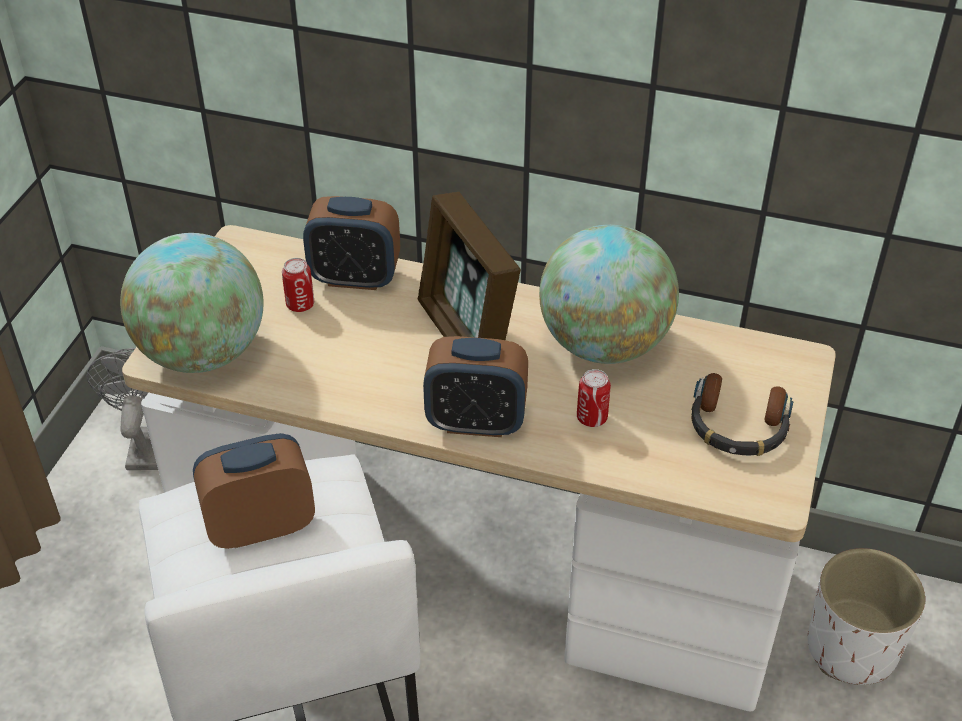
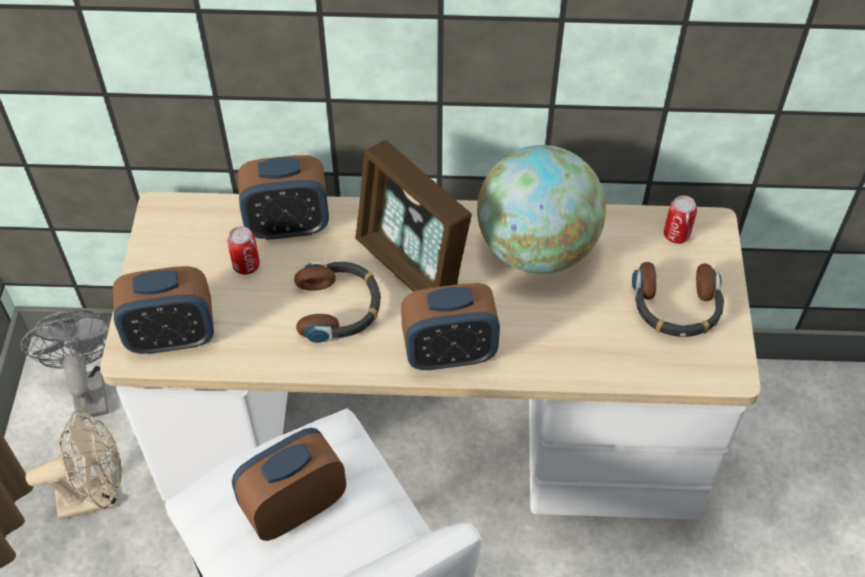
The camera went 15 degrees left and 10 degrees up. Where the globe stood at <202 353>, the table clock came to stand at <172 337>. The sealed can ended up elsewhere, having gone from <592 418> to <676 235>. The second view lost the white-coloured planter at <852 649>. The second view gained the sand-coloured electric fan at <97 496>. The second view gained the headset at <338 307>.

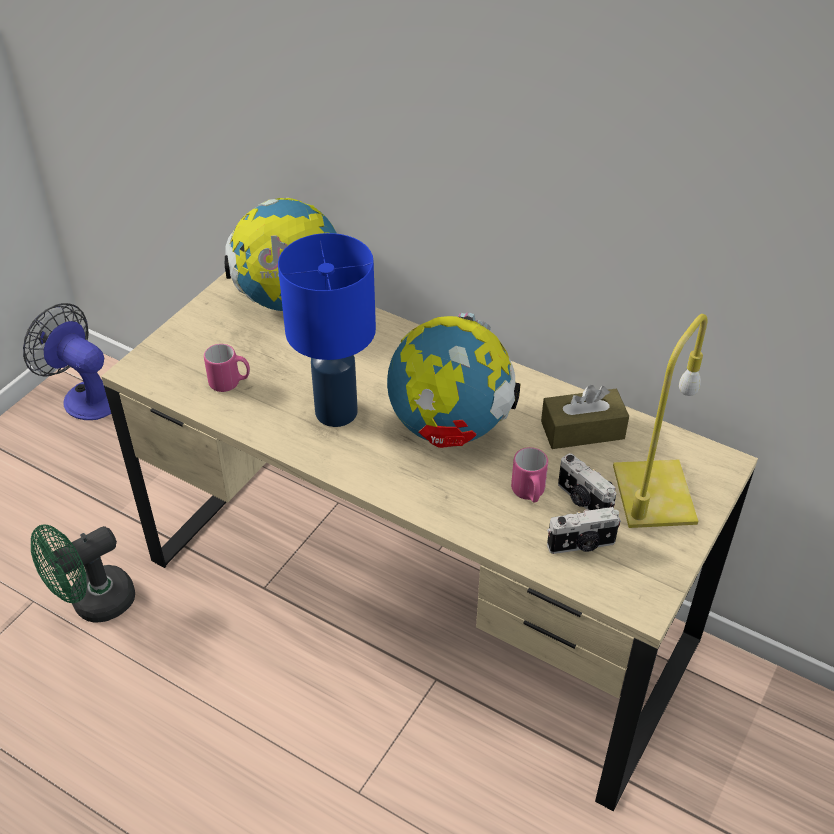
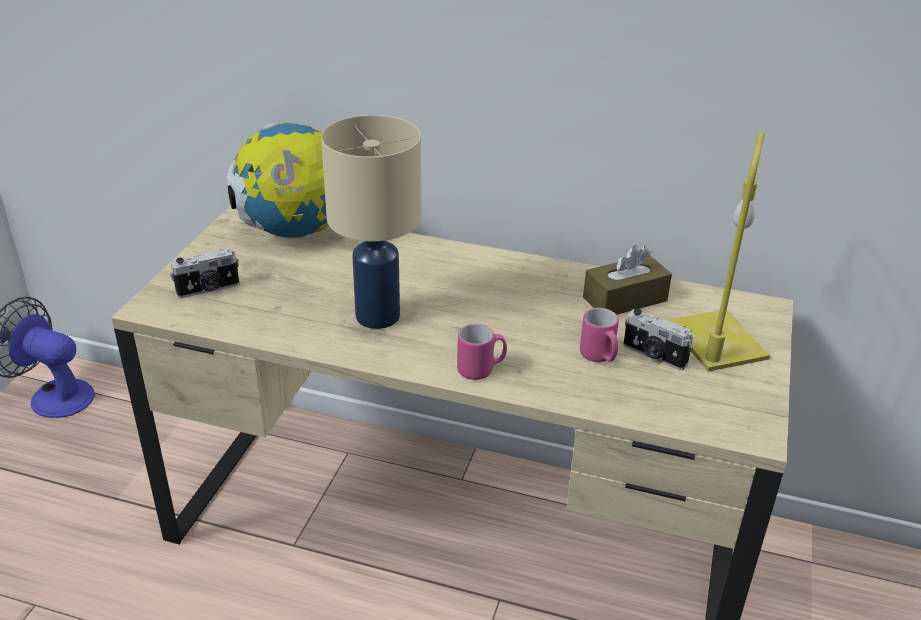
The camera went 15 degrees left and 10 degrees down. The second view lost the greenish electric fan at <93 604>. The pink-coloured coffee mug ended up elsewhere, having gone from <230 383> to <481 369>. What was the blue lamp for a table at <335 411> turned into the sand-coloured lamp for a table at <376 316>. The second view lost the globe at <449 429>. The photo camera ended up elsewhere, having gone from <582 545> to <208 289>.

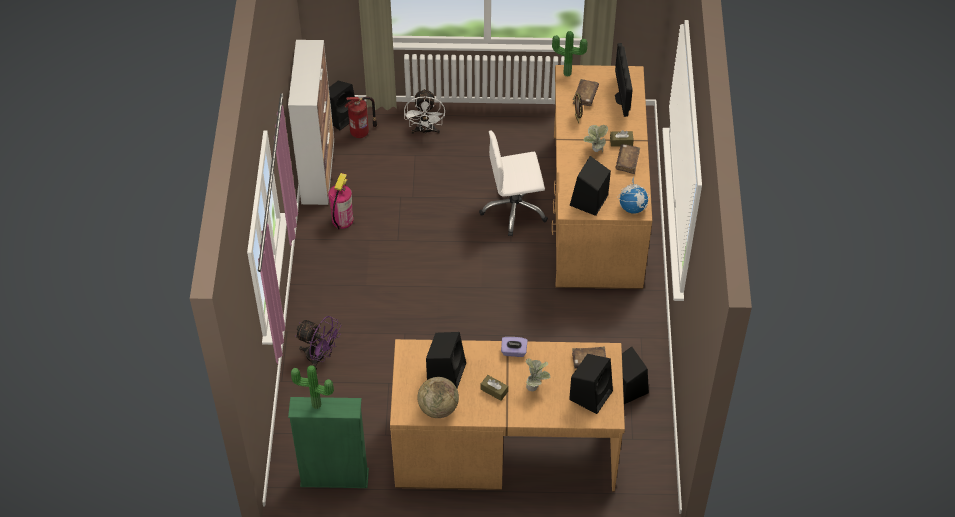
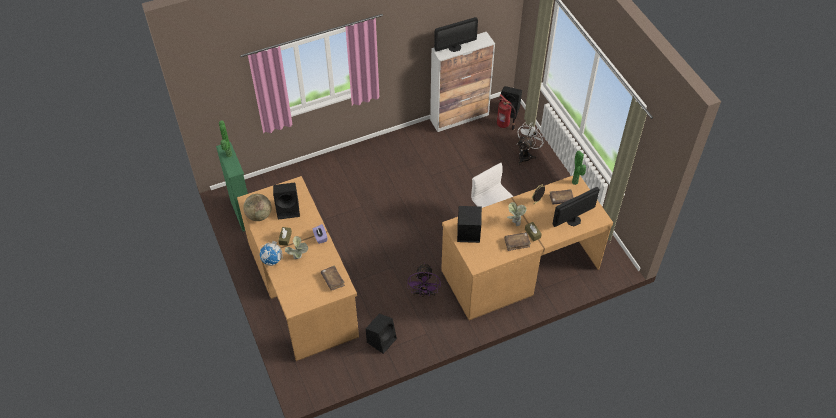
The camera went 65 degrees right and 0 degrees up. The purplish electric fan ended up elsewhere, having gone from <320 357> to <423 293>. The second view lost the fire-fighting cylinder at <342 220>. The white-coloured electric fan at <425 131> ended up facing another way, 150 degrees clockwise from before. The second view lost the black-coloured speaker at <591 394>. The globe ended up elsewhere, having gone from <632 207> to <272 260>. The second view gained the computer display at <454 47>.

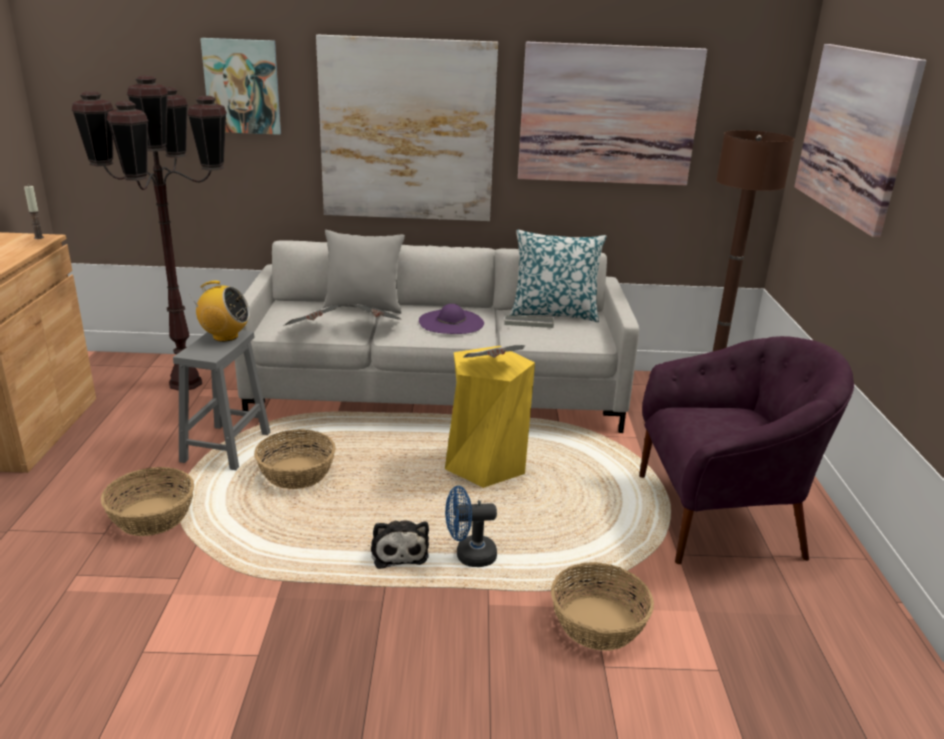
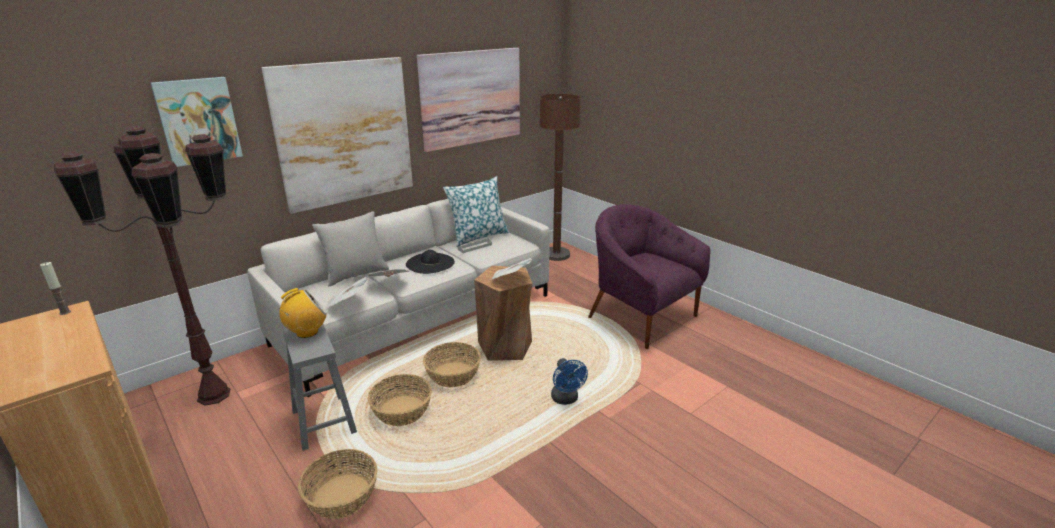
The camera went 40 degrees left and 0 degrees up. The second view lost the soft toy at <399 551>. What was the purplish clothing hat at <451 322> turned into the black-coloured clothing hat at <430 263>. What was the yellow-coloured sitting stool at <485 465> turned into the brown-coloured sitting stool at <505 347>. The blue electric fan at <469 555> ended up facing another way, 60 degrees counterclockwise from before. The basket ended up elsewhere, having gone from <598 623> to <453 374>. The purplish easy chair at <720 516> ended up facing another way, 90 degrees counterclockwise from before. The second view lost the wall art at <853 133>.

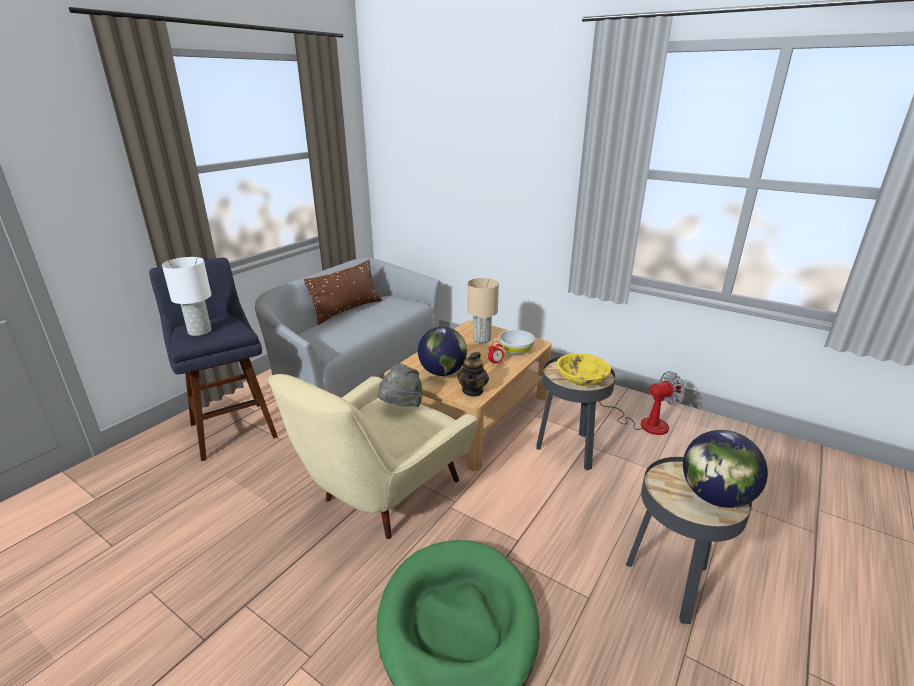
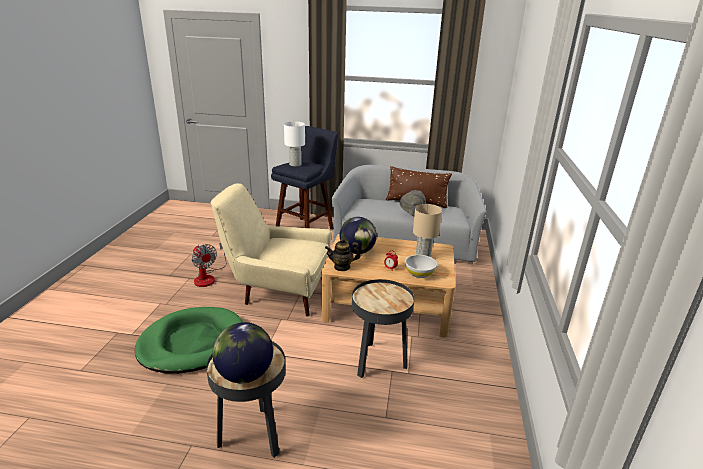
The camera went 65 degrees right and 0 degrees up. The grey clothing hat ended up elsewhere, having gone from <401 407> to <412 215>. The second view lost the yellow-coloured bowl at <581 380>. The electric fan ended up elsewhere, having gone from <643 423> to <208 277>.

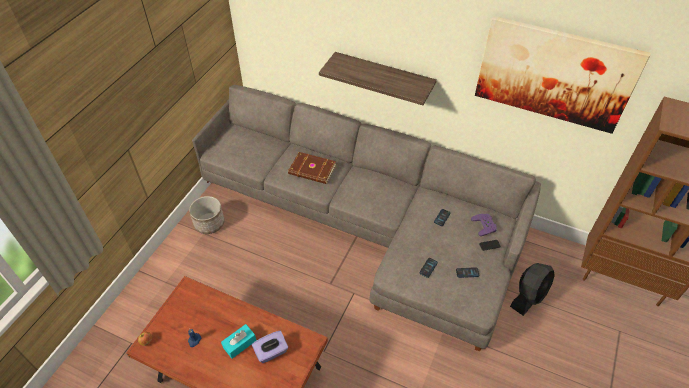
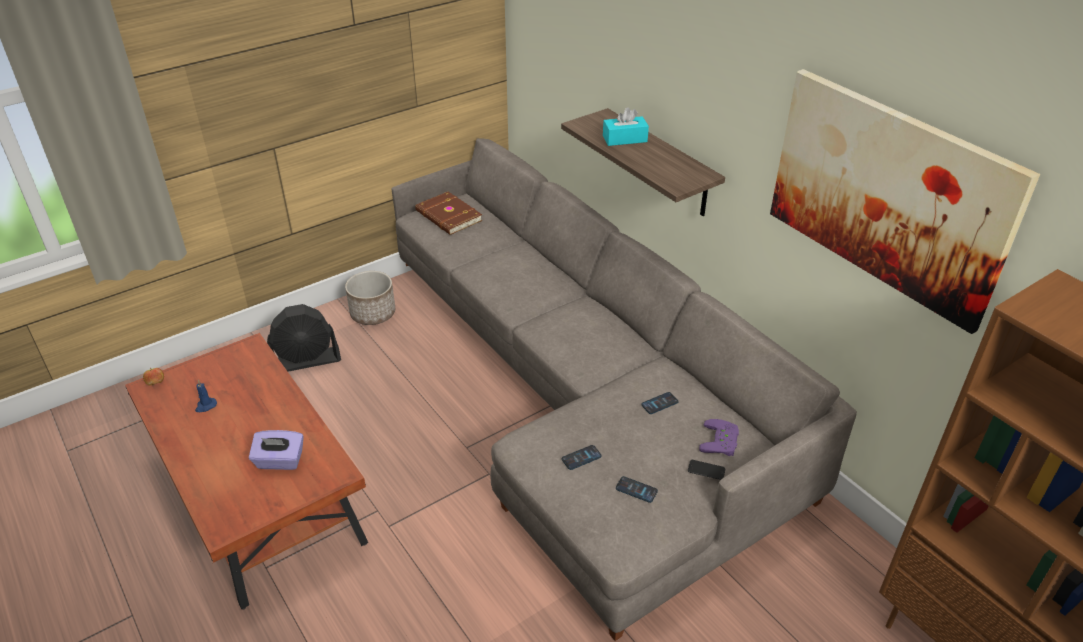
The camera went 30 degrees right and 10 degrees down. The turquoise tissue holder ended up elsewhere, having gone from <239 344> to <624 139>. The brown-coloured book ended up elsewhere, having gone from <312 170> to <448 216>. The black-coloured electric fan ended up elsewhere, having gone from <529 296> to <306 360>.

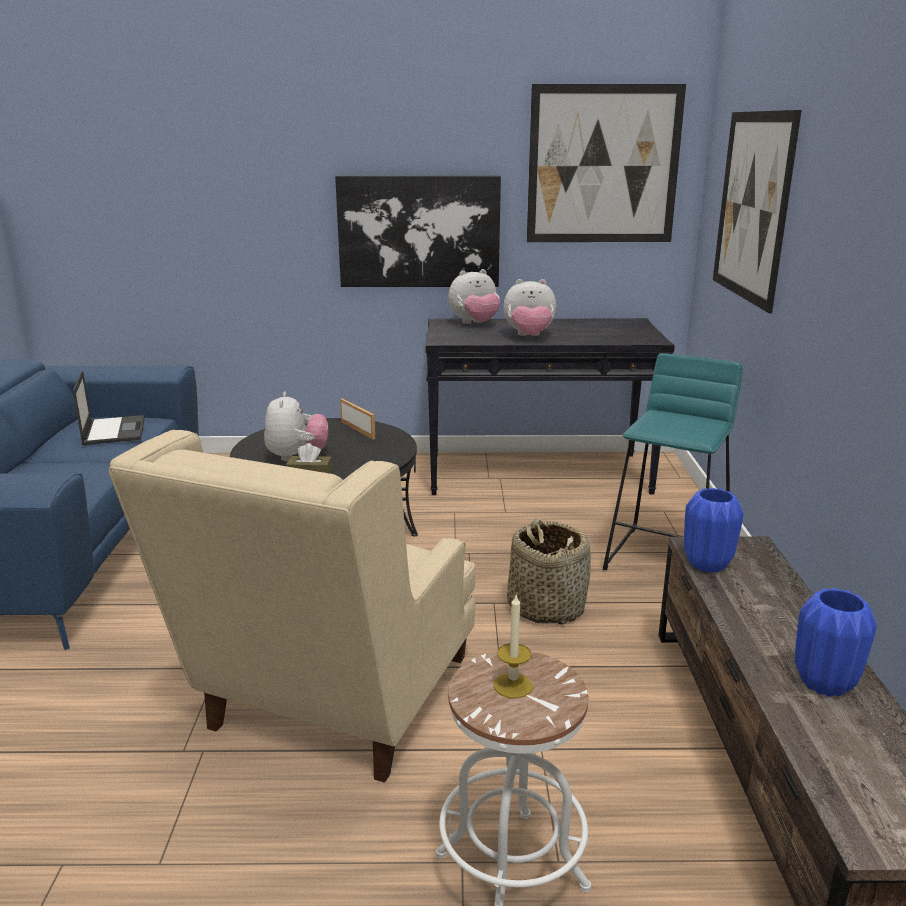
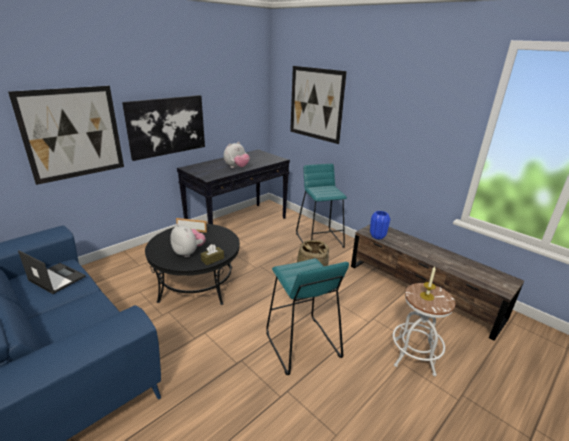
The camera went 45 degrees left and 5 degrees up. Where the sand-coloured easy chair stood at <332 705>, the turquoise sitting stool came to stand at <302 345>. The second view lost the soft toy at <475 324>. The wall art ended up elsewhere, having gone from <603 165> to <73 133>. The second view lost the blue flower vase at <825 684>.

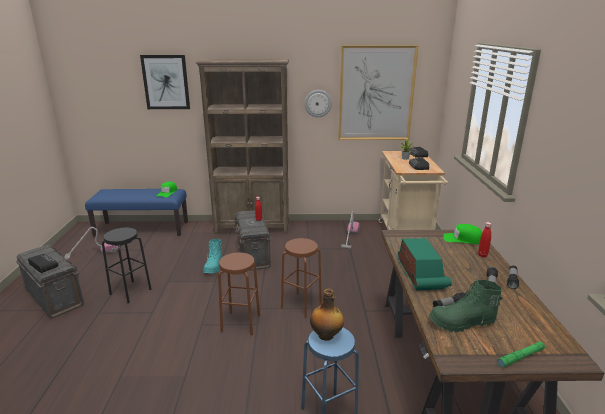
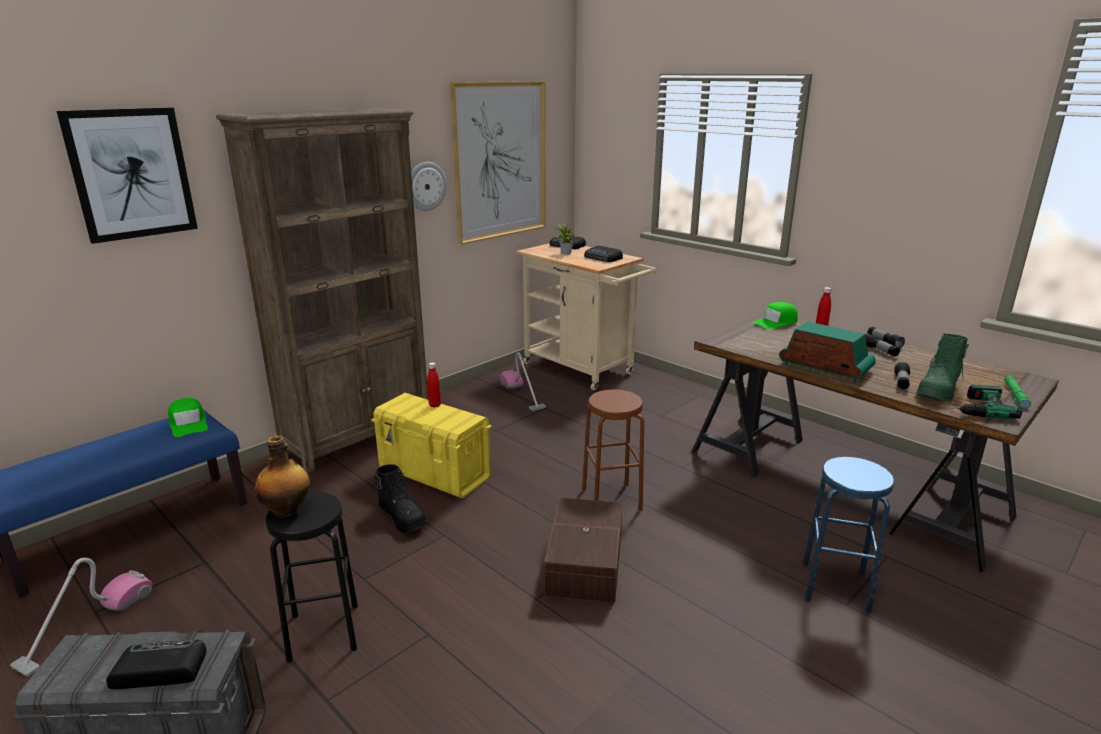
The camera went 45 degrees left and 0 degrees up. What was the turquoise tall boot at <214 266> turned into the black-coloured tall boot at <402 517>. Where the brown-coloured sitting stool stood at <240 323>, the brown-coloured storage box came to stand at <583 563>. What was the grey storage box at <253 255> turned into the yellow-coloured storage box at <434 473>. The bottle ended up elsewhere, having gone from <326 335> to <287 510>. The second view gained the electric drill at <973 407>.

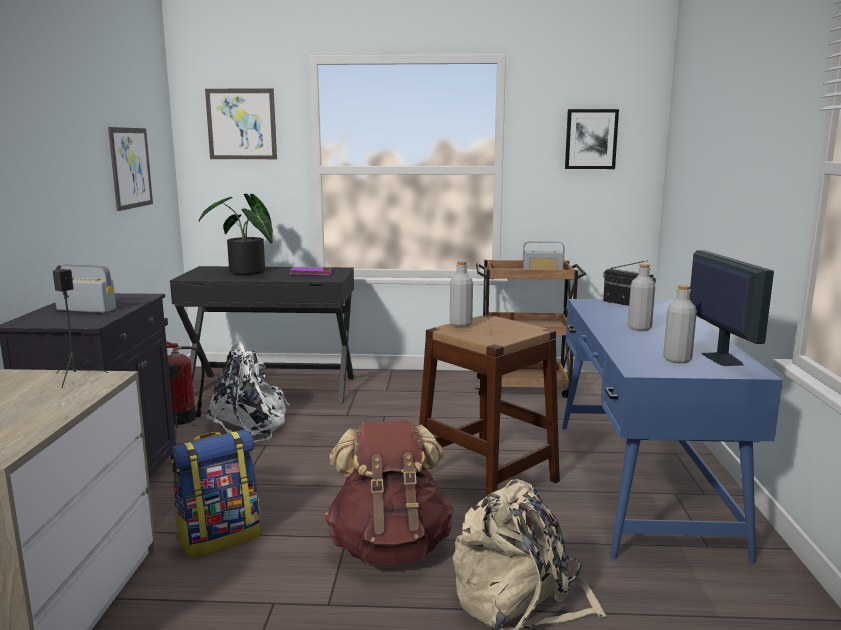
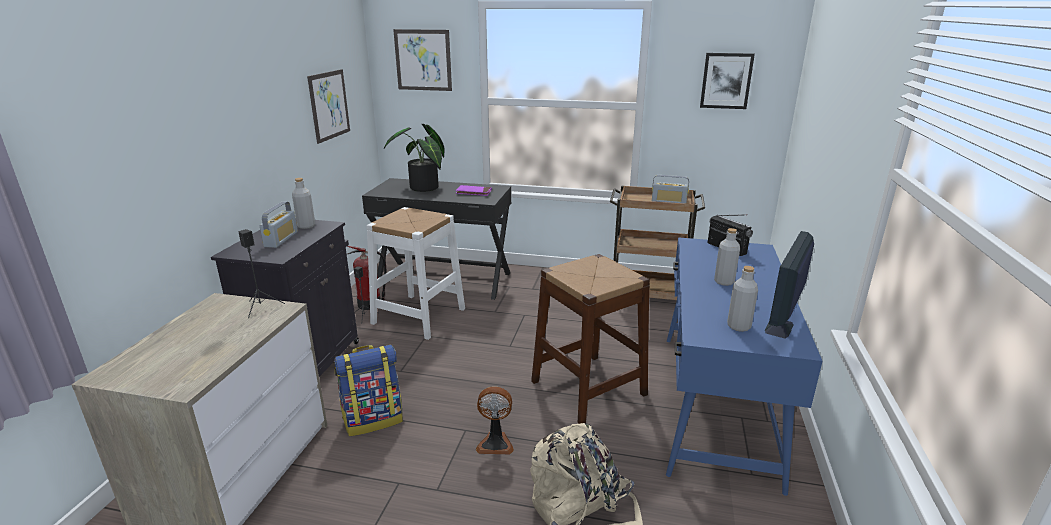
The camera went 10 degrees right and 10 degrees up. The radio at <86 309> ended up facing another way, 75 degrees clockwise from before. Where the white-coloured knapsack stood at <250 426>, the white-coloured sitting stool came to stand at <418 316>. Where the brown-coloured knapsack stood at <390 547>, the electric fan came to stand at <495 443>. The grey bottle ended up elsewhere, having gone from <460 324> to <306 226>. The computer display at <721 358> ended up facing another way, 150 degrees counterclockwise from before.

